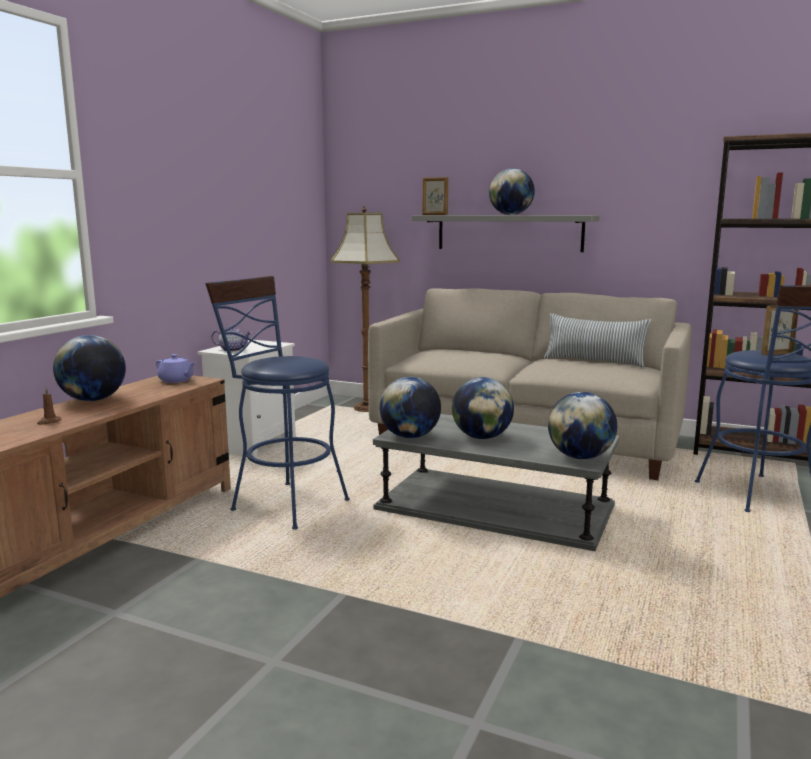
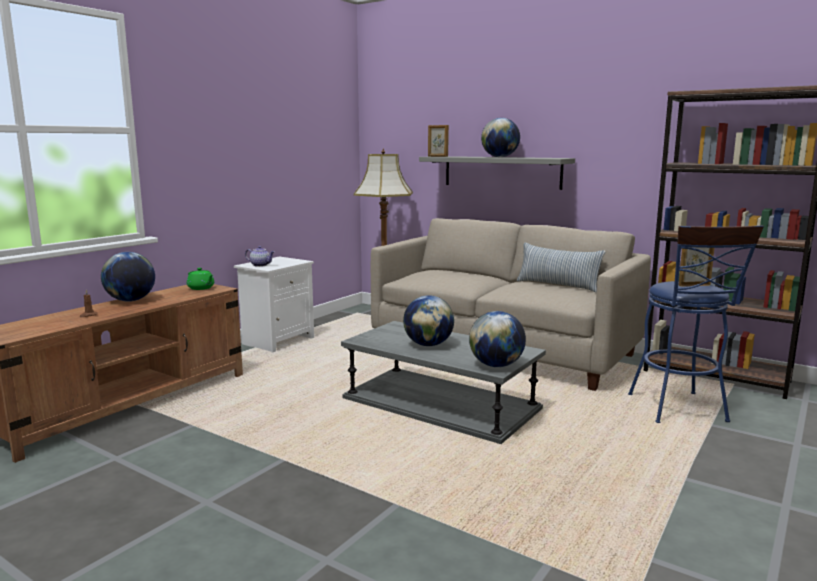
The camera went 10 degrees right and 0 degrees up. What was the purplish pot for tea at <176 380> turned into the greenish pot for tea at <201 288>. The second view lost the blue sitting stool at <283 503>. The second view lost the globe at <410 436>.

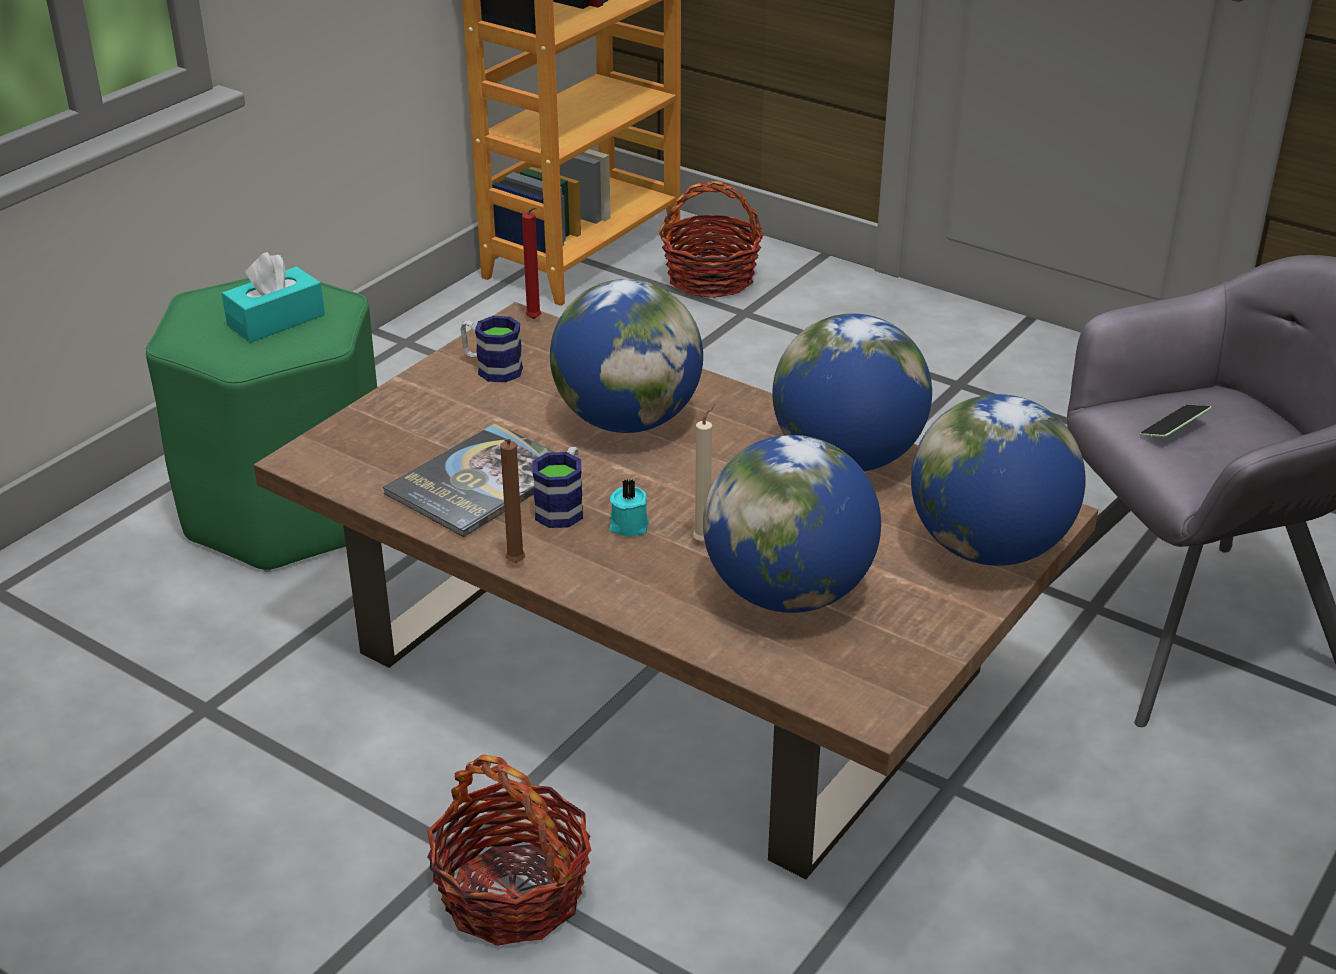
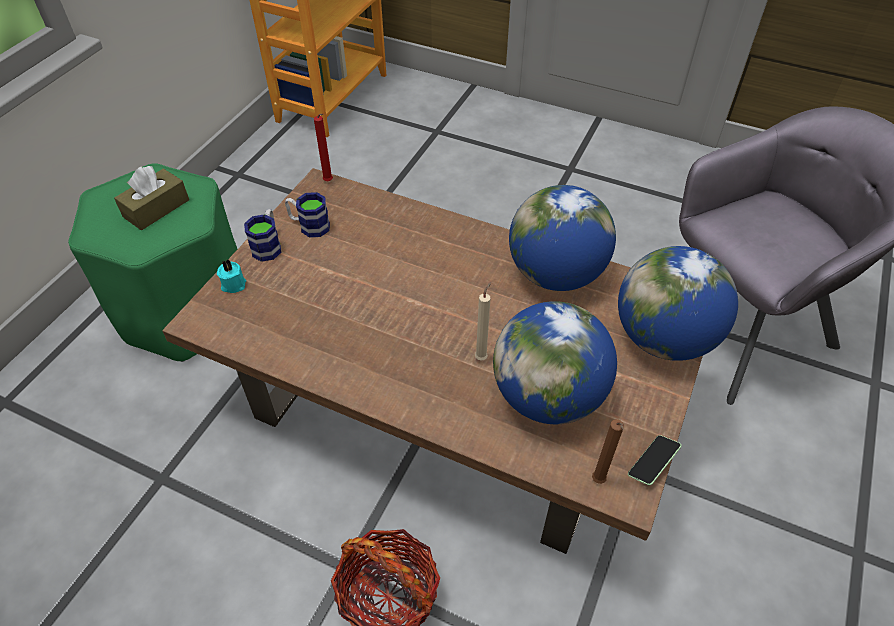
The camera went 10 degrees left and 15 degrees up. What was the turquoise tissue holder at <276 320> turned into the brown-coloured tissue holder at <156 208>. The second view lost the book at <480 482>. The brown-coloured wax candle ended up elsewhere, having gone from <515 564> to <598 482>. The coffee mug ended up elsewhere, having gone from <563 507> to <268 245>. The second view lost the globe at <627 420>. The turquoise wax candle ended up elsewhere, having gone from <628 525> to <233 284>. The second view lost the basket at <711 279>. The handset ended up elsewhere, having gone from <1173 430> to <652 464>.

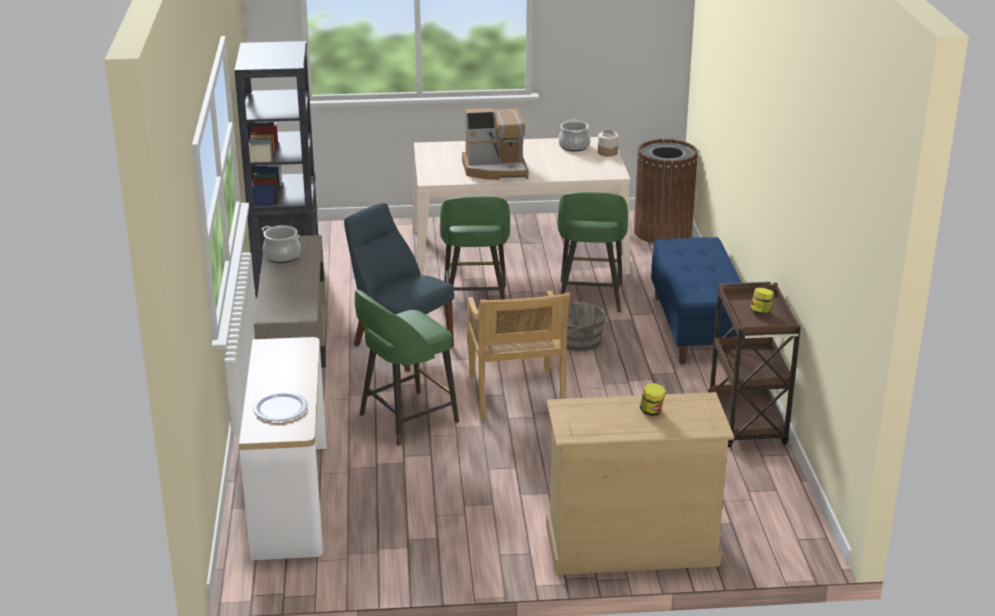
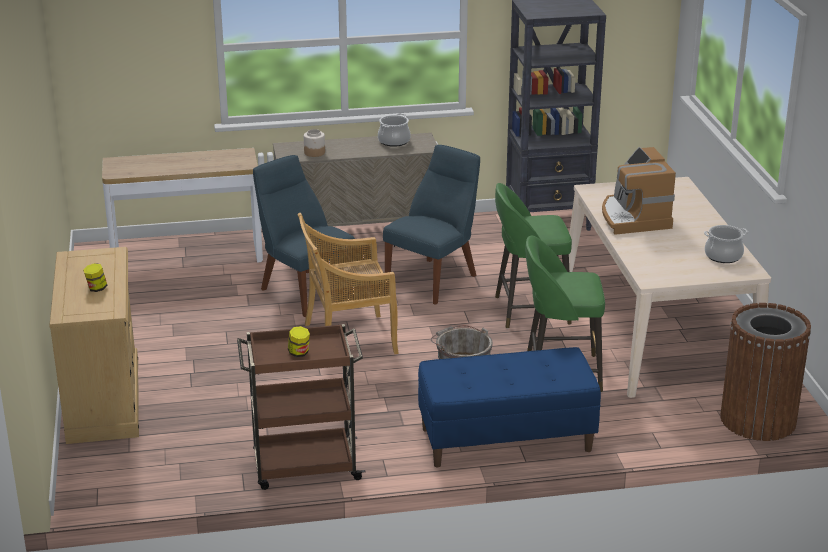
The camera went 85 degrees right and 0 degrees up. The second view lost the flat dish at <280 408>. Where the greenish sitting stool stood at <406 419>, the blue upright chair came to stand at <304 291>. The preserve jar ended up elsewhere, having gone from <607 152> to <314 152>.

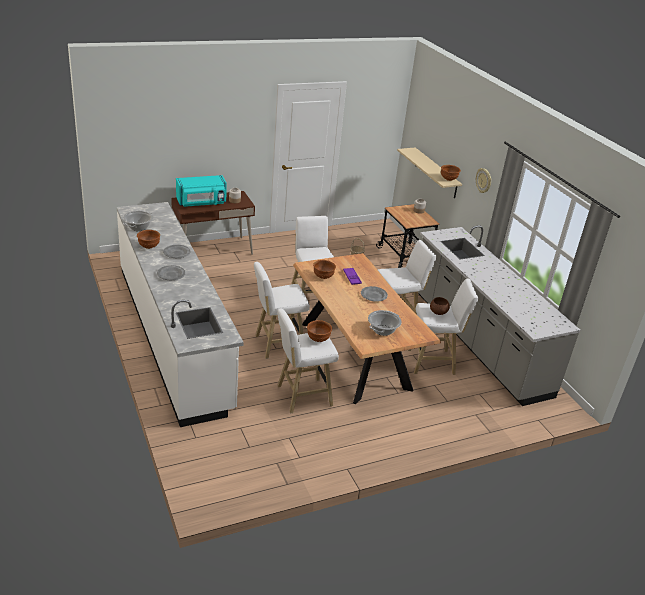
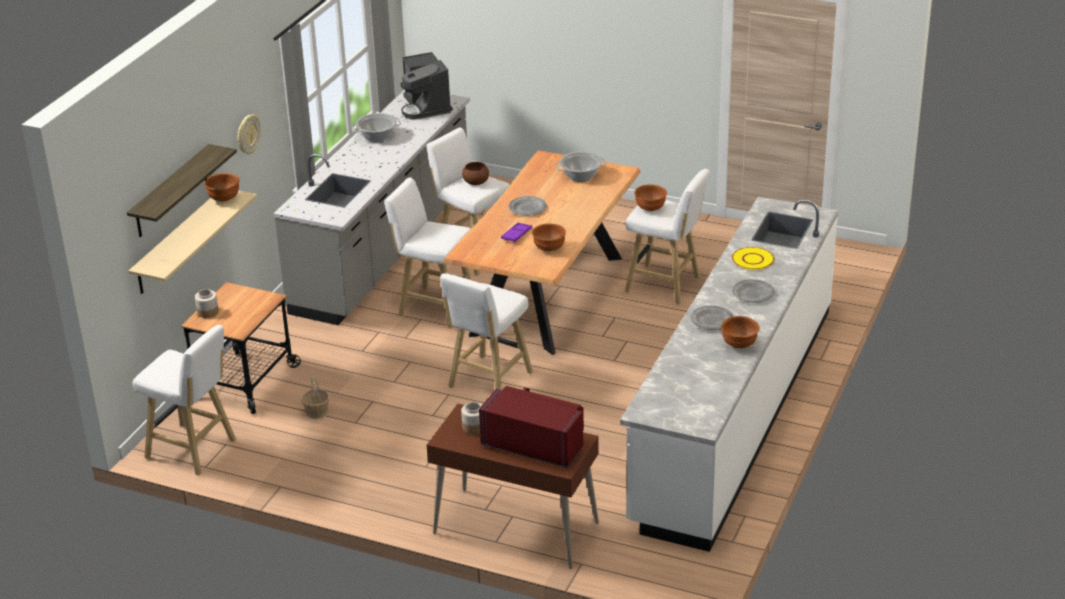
The camera went 130 degrees left and 0 degrees up. The stockpot ended up elsewhere, having gone from <138 227> to <377 137>. What was the turquoise kitchen microwave at <202 203> turned into the red-coloured kitchen microwave at <535 444>. The white-coloured sitting stool ended up elsewhere, having gone from <277 345> to <194 450>. The second view gained the wall shelf at <171 192>. The second view gained the coffee maker at <426 107>. The second view gained the yellow-coloured flat dish at <752 259>.

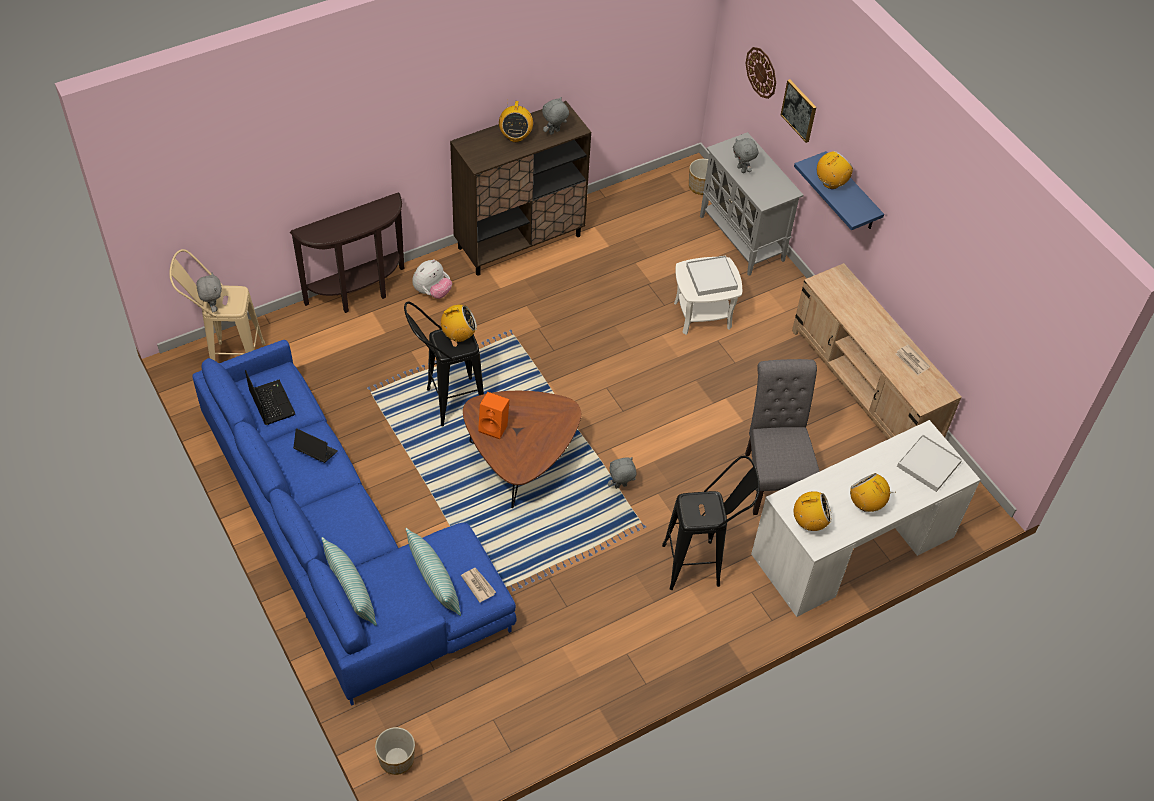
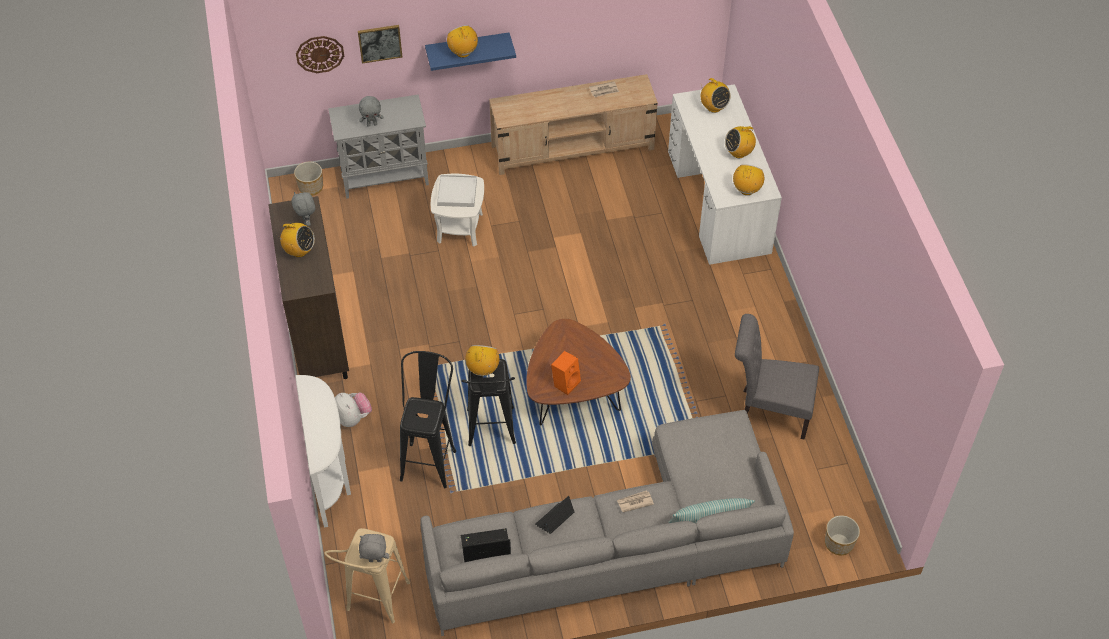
The camera went 70 degrees left and 0 degrees up. What was the blue settee at <343 544> turned into the grey settee at <620 544>. What was the brown-coloured console table at <360 294> turned into the white-coloured console table at <331 477>. The second view lost the cushion at <434 582>. The newspaper ended up elsewhere, having gone from <478 585> to <634 502>. The second view lost the grey soft toy at <620 486>. The black-coloured sitting stool ended up elsewhere, having gone from <701 564> to <430 457>. The grey upright chair ended up elsewhere, having gone from <773 477> to <768 412>. Where the white-coloured serving tray stood at <928 464>, the radio came to stand at <713 107>.

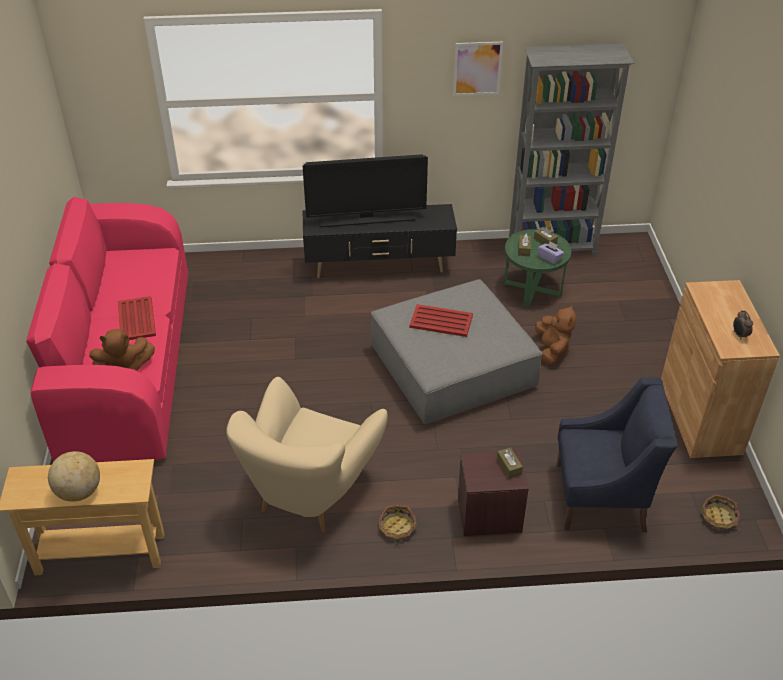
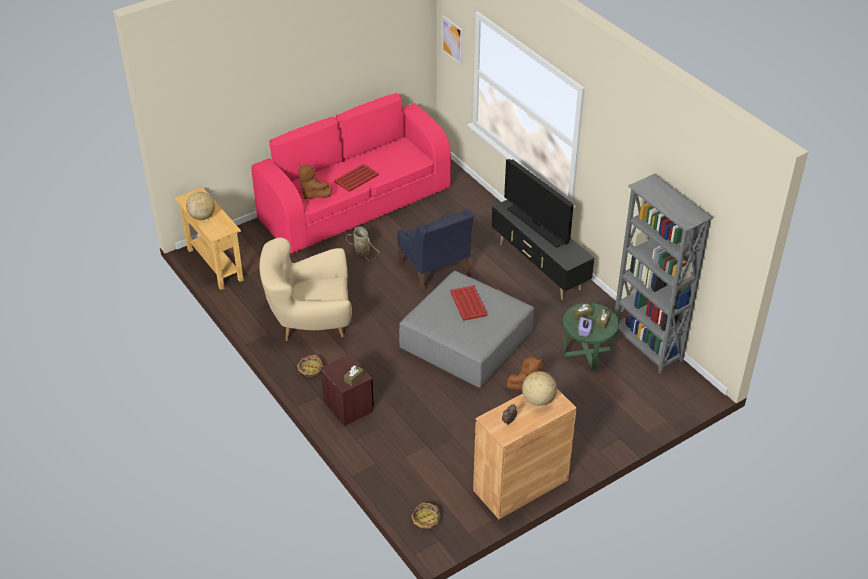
The camera went 60 degrees right and 0 degrees up. The wall art ended up elsewhere, having gone from <477 68> to <452 40>. The blue easy chair ended up elsewhere, having gone from <602 497> to <434 270>. The second view gained the basket at <361 251>. The second view gained the globe at <538 400>.

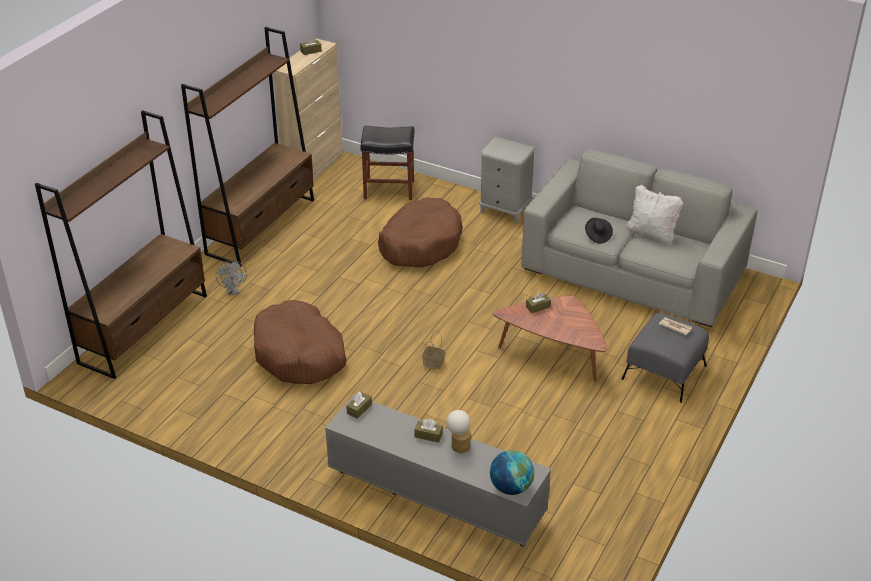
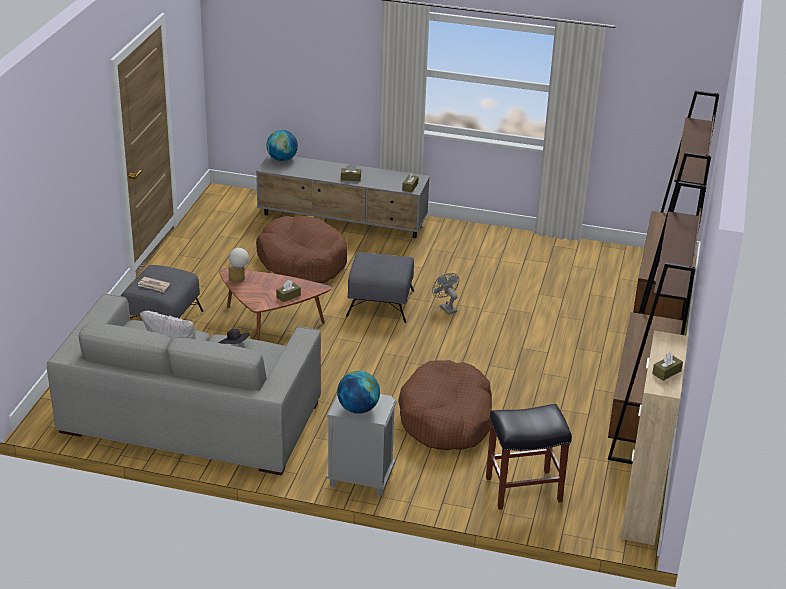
The camera went 165 degrees right and 5 degrees down. The grey electric fan ended up elsewhere, having gone from <233 291> to <446 308>. The brown-coloured dog bed ended up elsewhere, having gone from <300 354> to <302 261>. Where the basket stood at <432 363>, the grey footrest came to stand at <381 303>. The lamp for a table ended up elsewhere, having gone from <459 444> to <238 279>. The second view gained the globe at <358 409>.

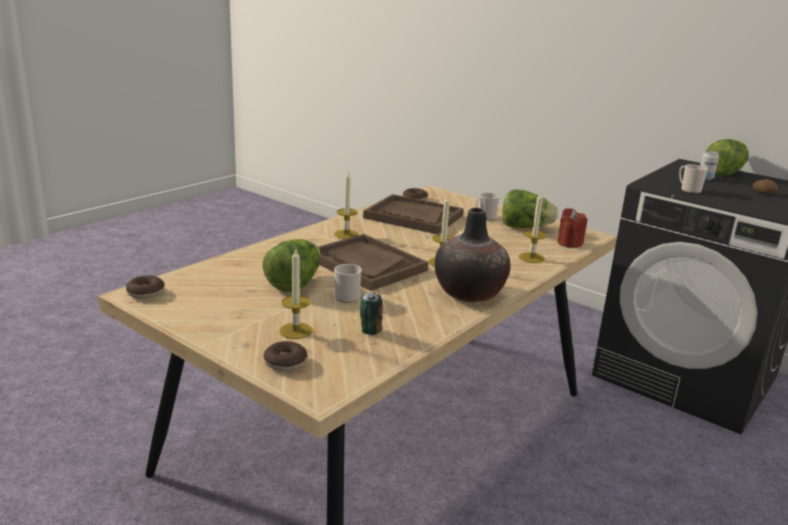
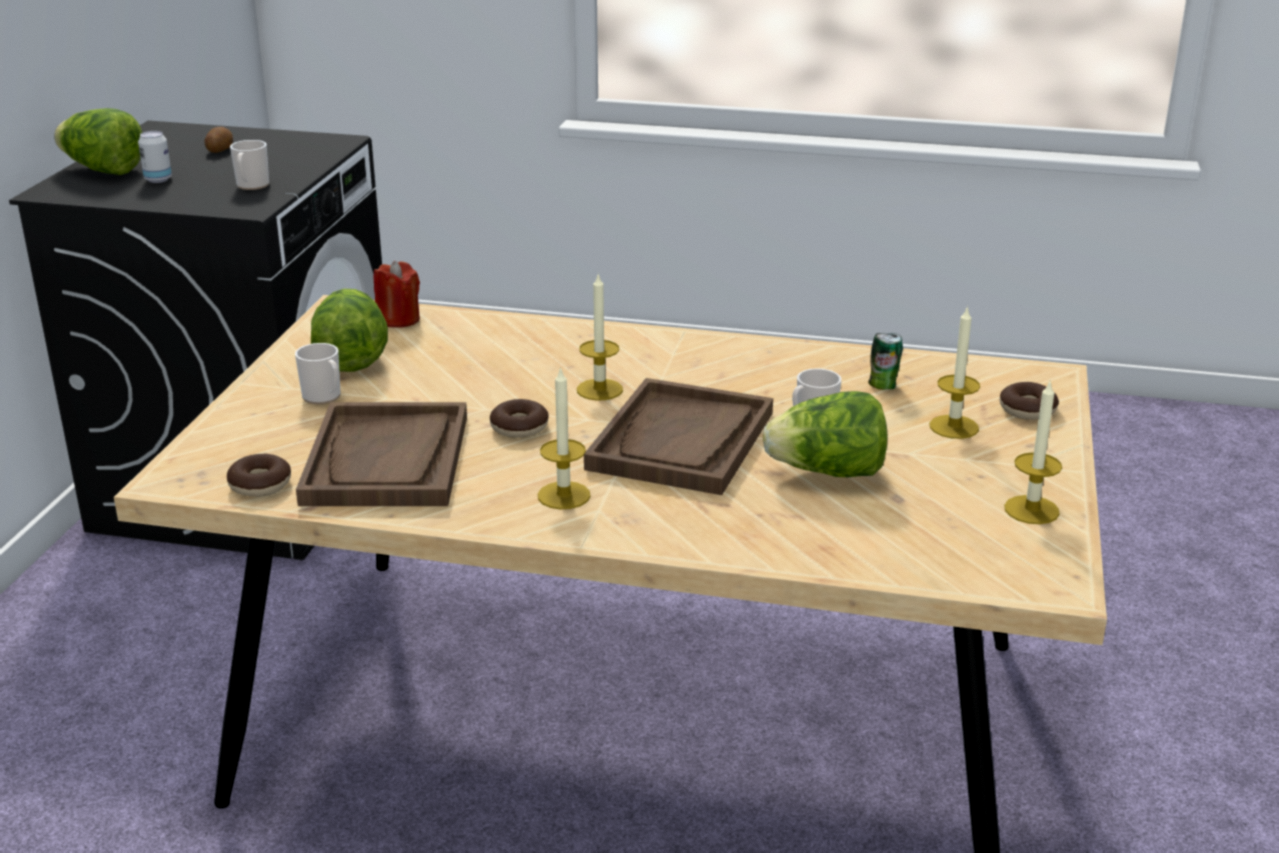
The camera went 115 degrees left and 5 degrees up. The ring doughnut ended up elsewhere, having gone from <145 293> to <519 427>. The second view lost the flower vase at <469 293>. The wax candle ended up elsewhere, having gone from <531 258> to <1031 510>.

